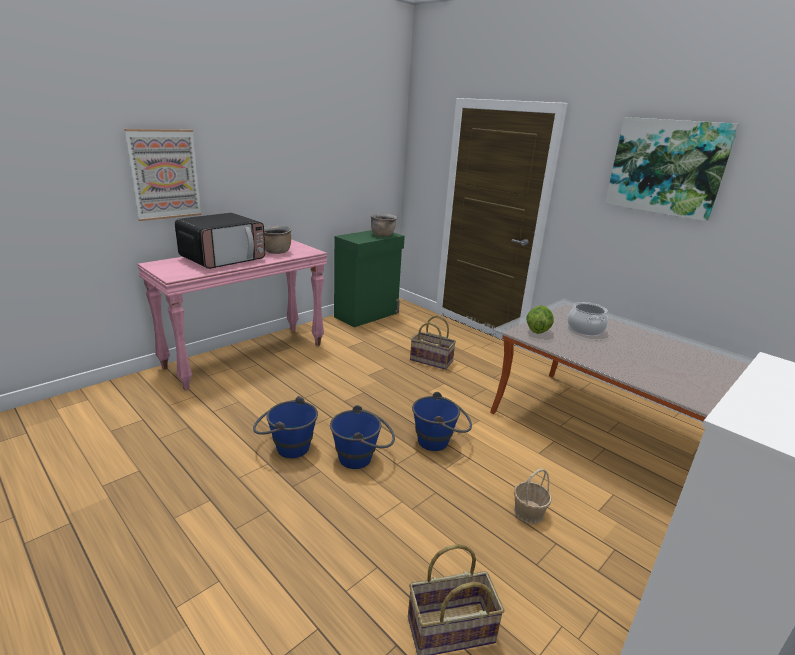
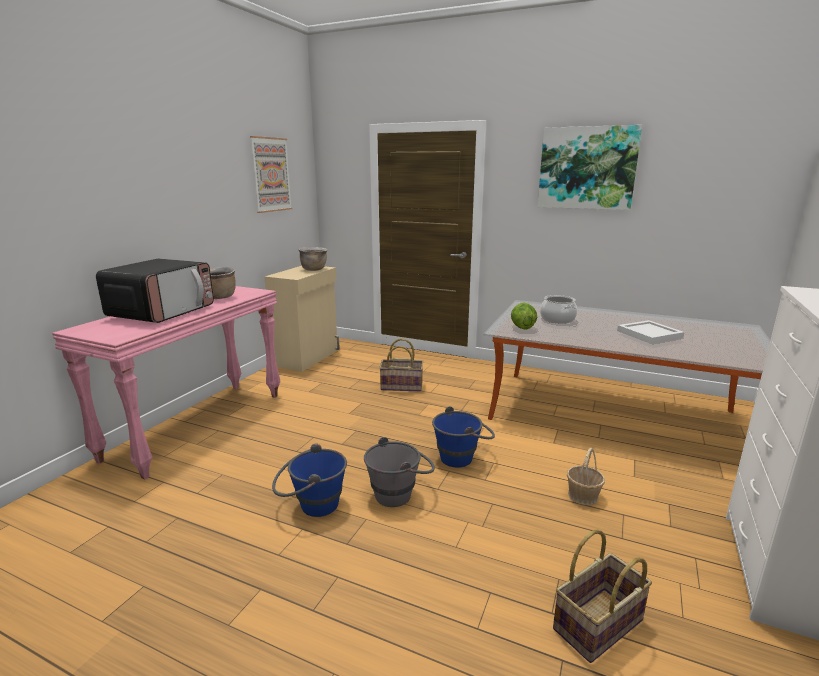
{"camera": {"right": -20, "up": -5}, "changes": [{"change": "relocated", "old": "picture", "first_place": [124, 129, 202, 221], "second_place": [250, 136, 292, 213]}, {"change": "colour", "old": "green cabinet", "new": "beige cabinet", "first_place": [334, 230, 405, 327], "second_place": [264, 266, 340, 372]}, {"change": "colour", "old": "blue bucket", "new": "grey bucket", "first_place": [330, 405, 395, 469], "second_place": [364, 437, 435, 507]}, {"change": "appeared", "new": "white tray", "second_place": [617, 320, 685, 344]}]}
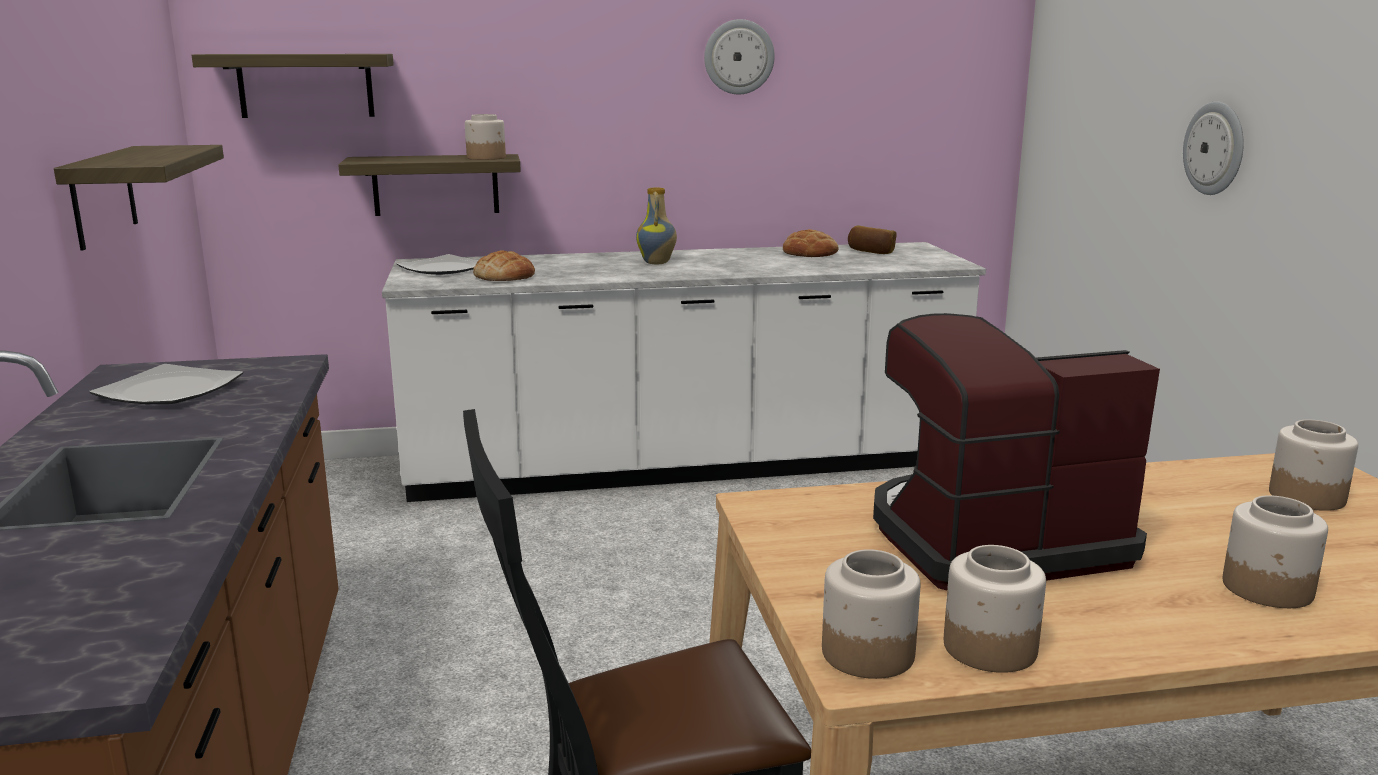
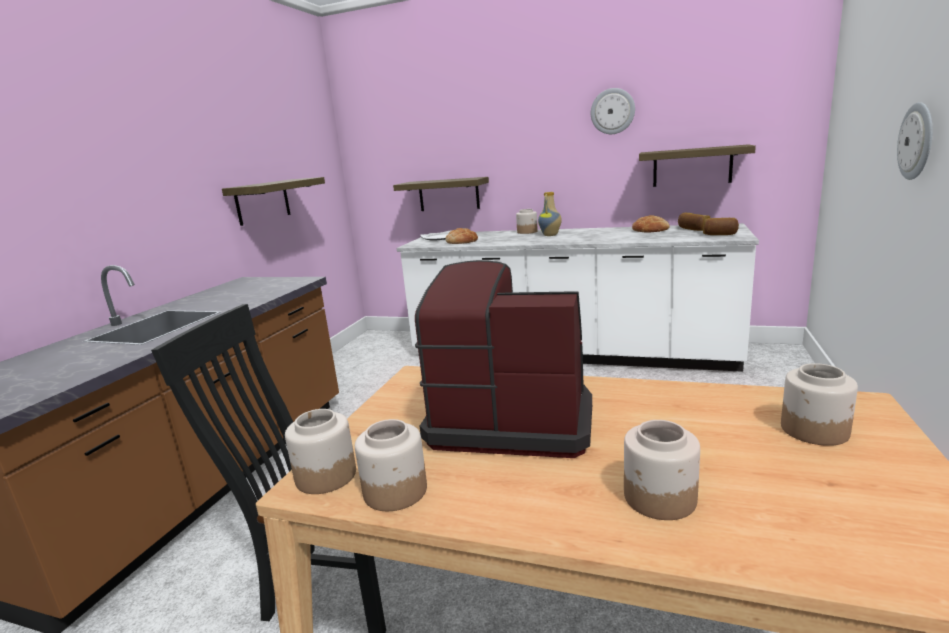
{"camera": {"right": 30, "up": 0}, "changes": [{"change": "relocated", "old": "jar", "first_place": [465, 114, 506, 160], "second_place": [516, 209, 538, 234]}, {"change": "relocated", "old": "shelf", "first_place": [192, 54, 394, 118], "second_place": [639, 144, 756, 187]}, {"change": "appeared", "new": "bread", "second_place": [703, 218, 739, 235]}, {"change": "missing", "old": "plate", "first_place": [90, 364, 243, 404]}]}
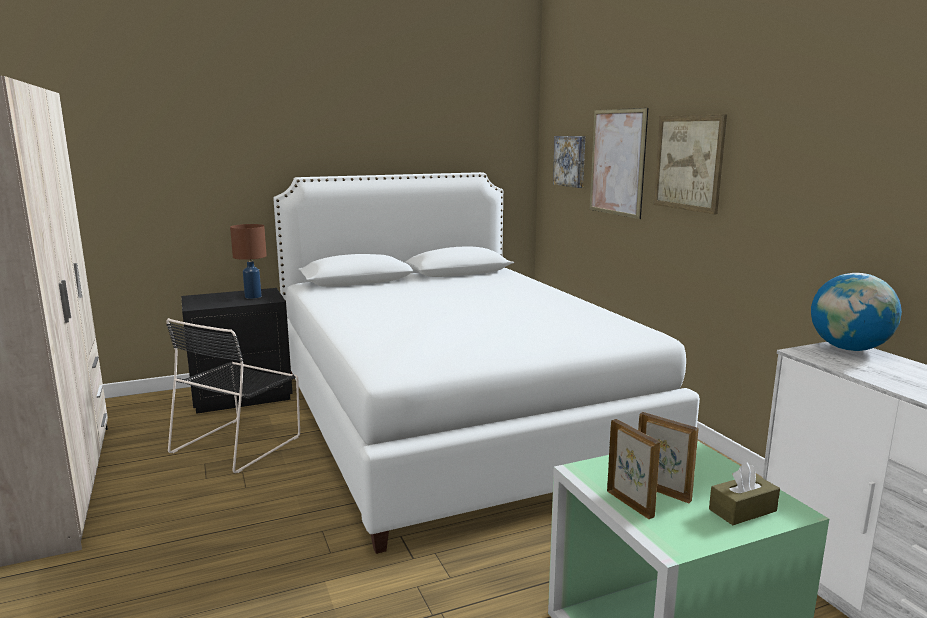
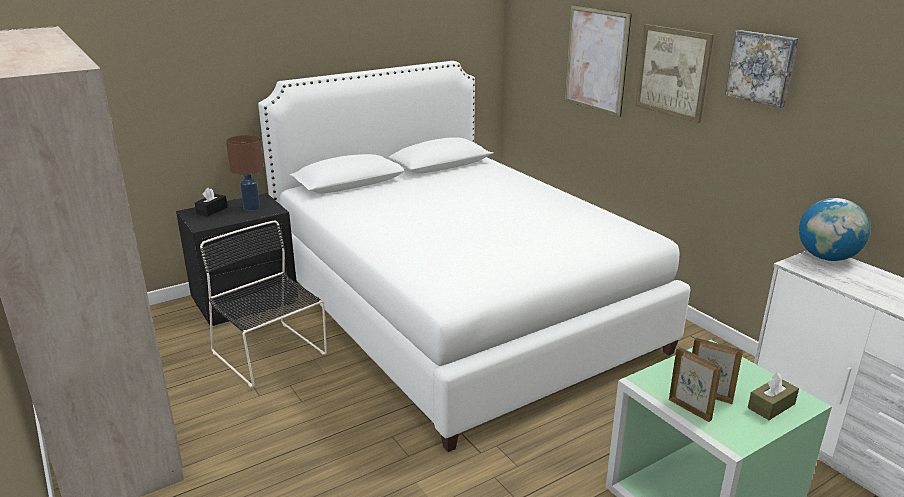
{"camera": {"right": -10, "up": 10}, "changes": [{"change": "appeared", "new": "black tissue box", "second_place": [195, 188, 227, 217]}, {"change": "spun", "old": "black chair", "first_place": [166, 318, 300, 473], "second_place": [200, 220, 327, 387], "degrees": 120}, {"change": "relocated", "old": "picture", "first_place": [553, 136, 585, 188], "second_place": [725, 30, 799, 108]}]}
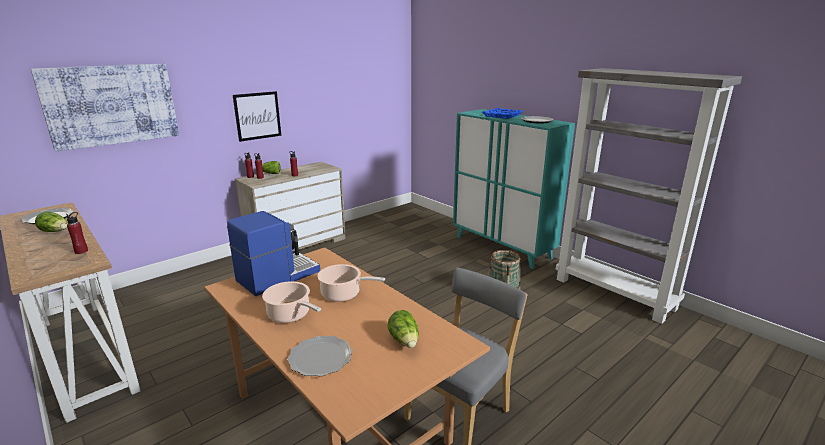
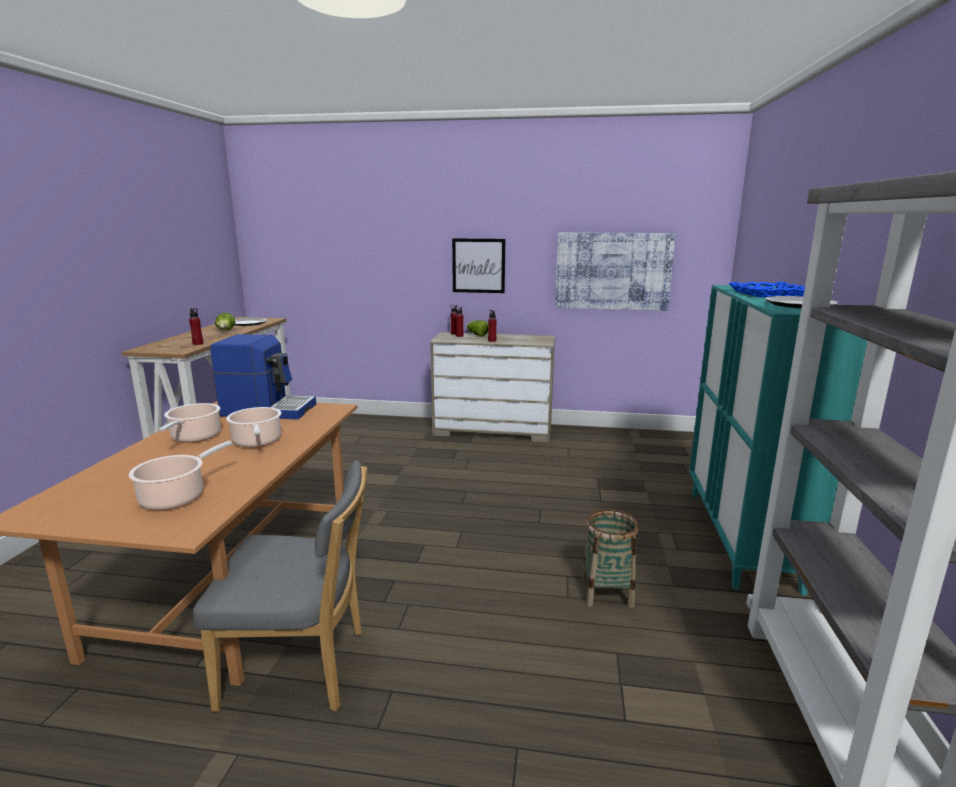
{"camera": {"right": 50, "up": -5}, "changes": [{"change": "exchanged", "old": "lettuce", "new": "cooking pot", "first_place": [388, 310, 419, 348], "second_place": [129, 441, 233, 510]}, {"change": "relocated", "old": "picture", "first_place": [31, 64, 179, 151], "second_place": [555, 232, 676, 311]}, {"change": "missing", "old": "plate", "first_place": [287, 336, 353, 376]}]}
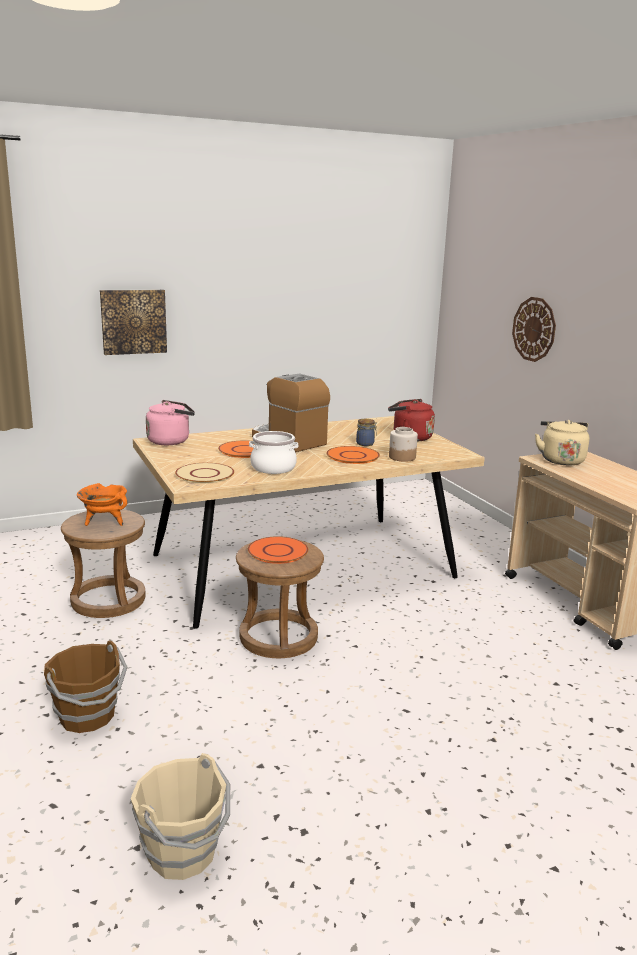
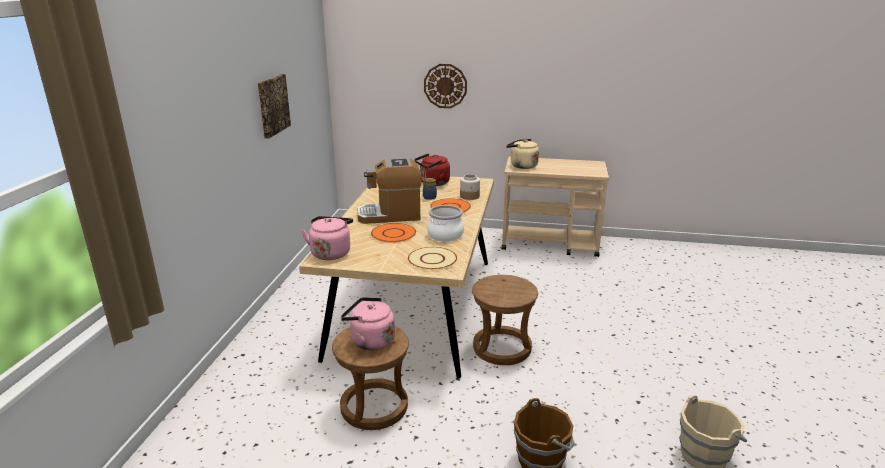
{"camera": {"right": -55, "up": 5}, "changes": [{"change": "relocated", "old": "picture", "first_place": [100, 290, 167, 355], "second_place": [257, 74, 291, 139]}, {"change": "exchanged", "old": "orange cooking pot", "new": "pink kettle", "first_place": [77, 483, 127, 526], "second_place": [341, 297, 395, 350]}, {"change": "missing", "old": "orange plate", "first_place": [248, 536, 308, 564]}]}
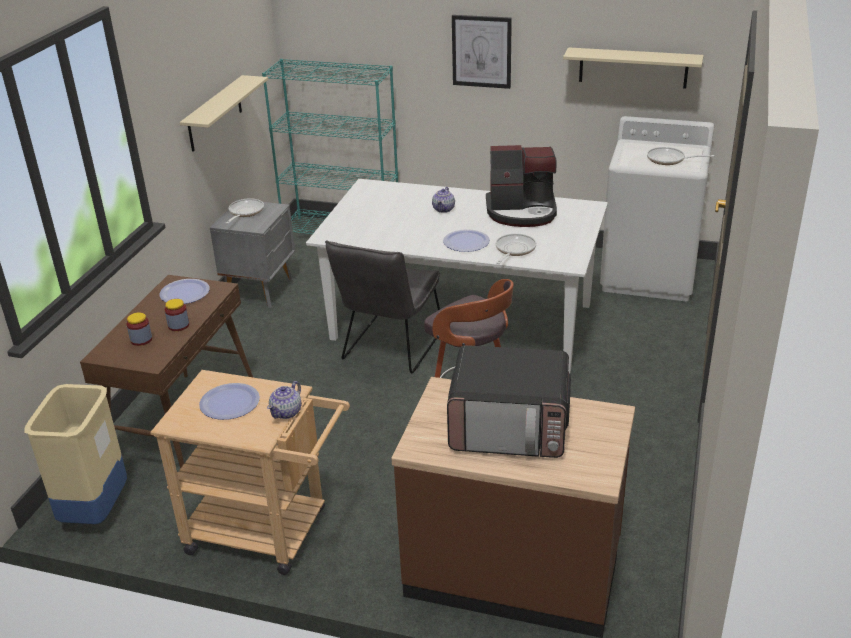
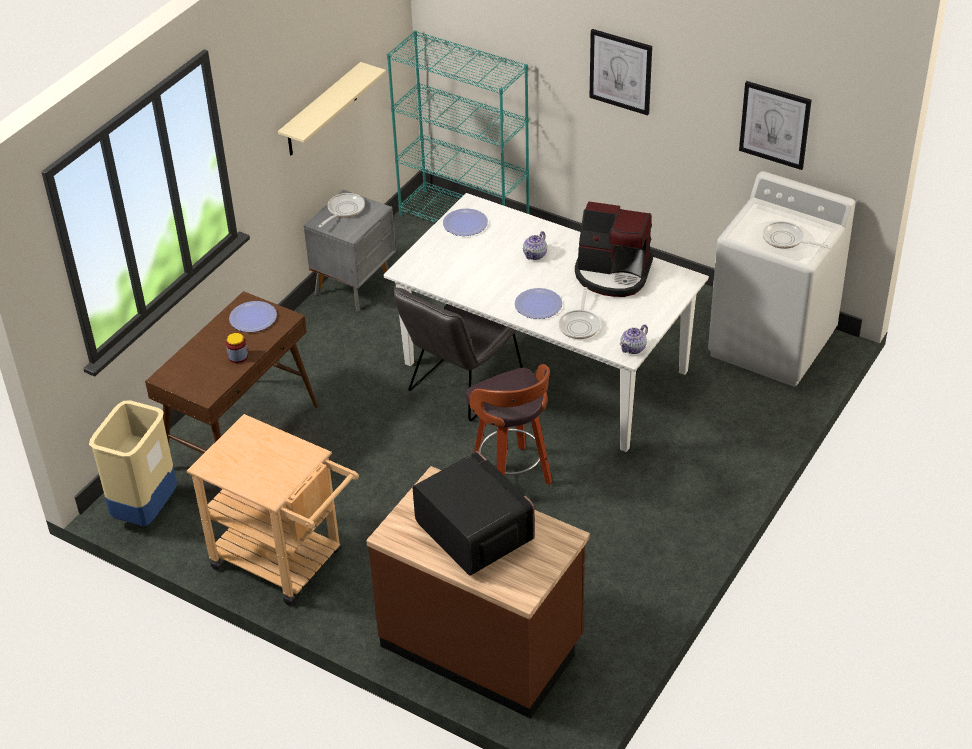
{"camera": {"right": 15, "up": 10}, "changes": [{"change": "spun", "old": "microwave", "first_place": [447, 345, 571, 458], "second_place": [413, 451, 535, 576], "degrees": -150}, {"change": "relocated", "old": "plate", "first_place": [199, 383, 260, 420], "second_place": [443, 209, 488, 236]}, {"change": "spun", "old": "frying pan", "first_place": [496, 234, 536, 264], "second_place": [559, 287, 600, 339], "degrees": 150}, {"change": "relocated", "old": "teapot", "first_place": [267, 381, 302, 419], "second_place": [620, 324, 648, 354]}, {"change": "exchanged", "old": "beige shelf", "new": "picture", "first_place": [563, 47, 704, 89], "second_place": [739, 81, 812, 170]}, {"change": "missing", "old": "jar", "first_place": [126, 313, 152, 346]}]}
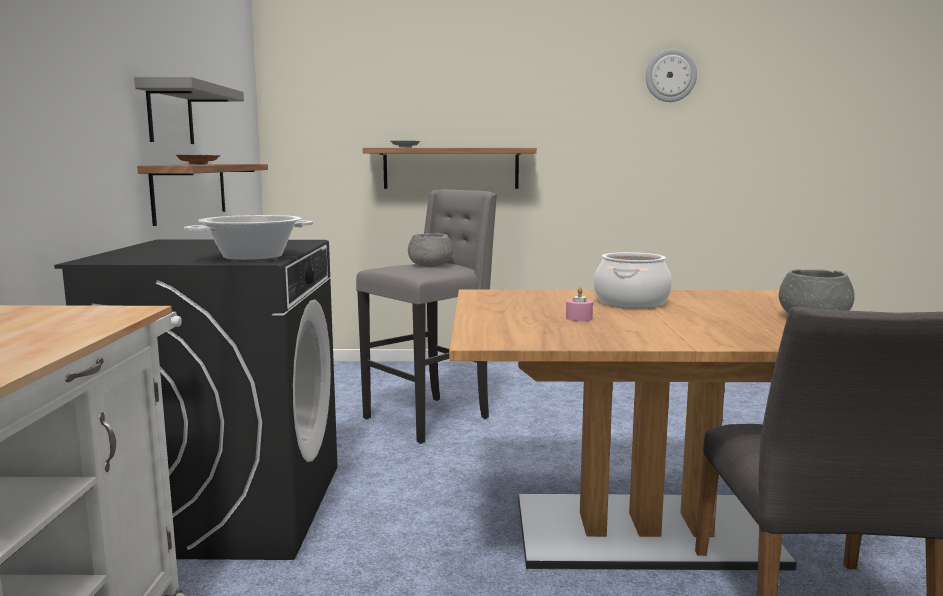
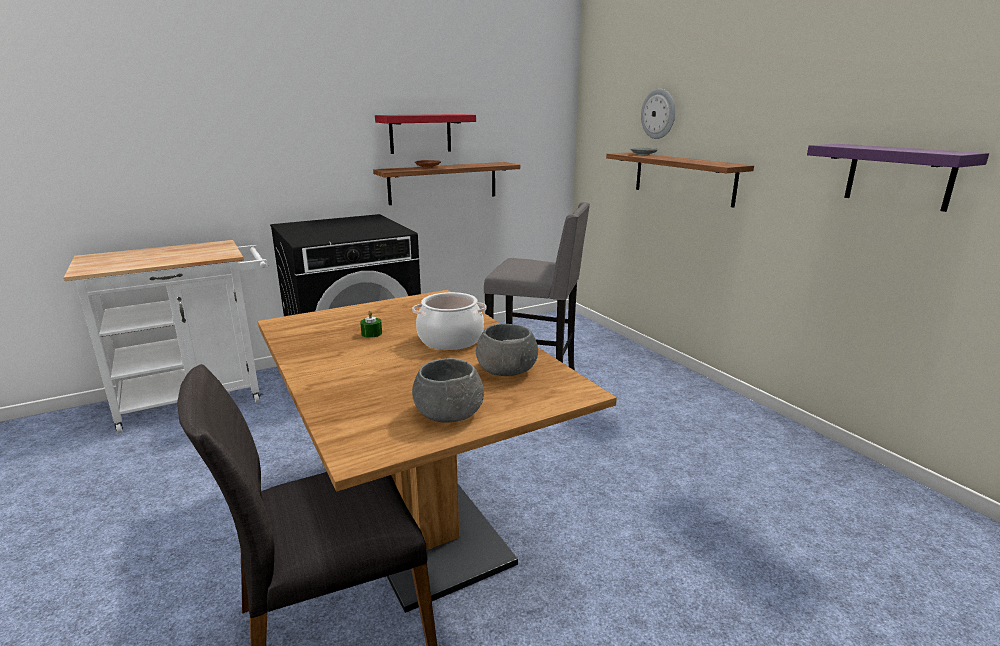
{"camera": {"right": 60, "up": 10}, "changes": [{"change": "colour", "old": "pink candle", "new": "green candle", "first_place": [566, 287, 593, 321], "second_place": [360, 311, 382, 338]}, {"change": "colour", "old": "grey shelf", "new": "red shelf", "first_place": [134, 77, 244, 144], "second_place": [375, 114, 476, 154]}, {"change": "relocated", "old": "grey bowl", "first_place": [408, 233, 453, 267], "second_place": [476, 324, 538, 376]}, {"change": "relocated", "old": "wall clock", "first_place": [646, 49, 697, 102], "second_place": [641, 89, 675, 139]}, {"change": "appeared", "new": "purple shelf", "second_place": [807, 144, 989, 212]}, {"change": "missing", "old": "cooking pot", "first_place": [184, 215, 313, 261]}]}
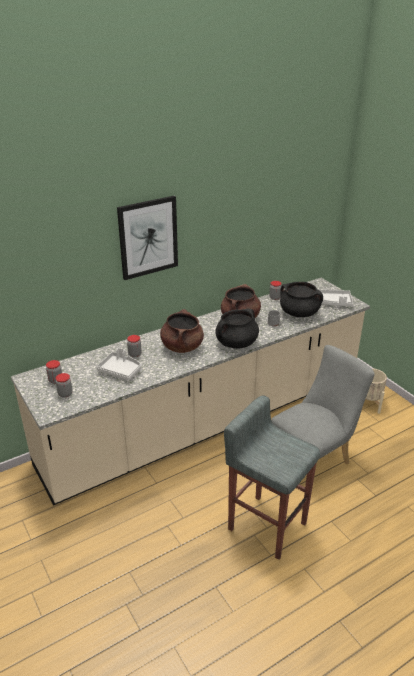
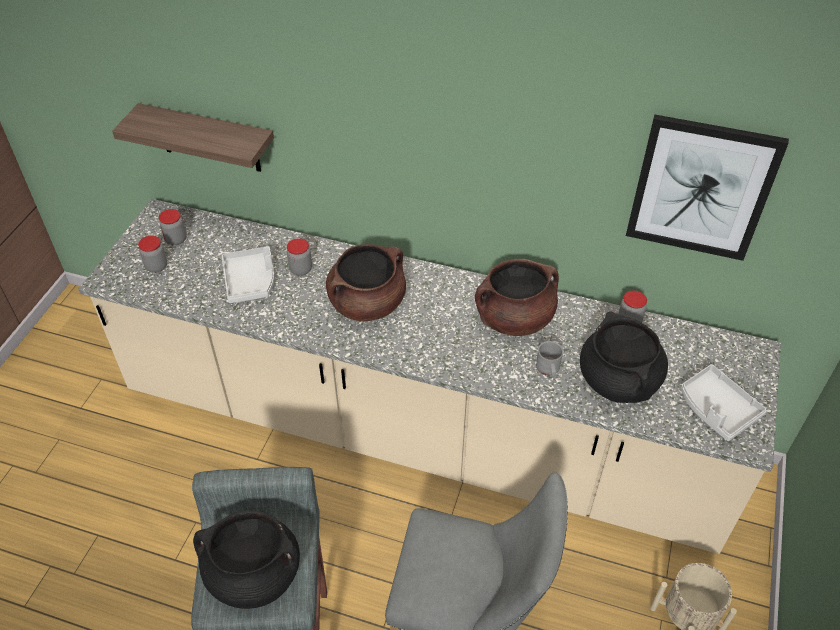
{"camera": {"right": 50, "up": 15}, "changes": [{"change": "appeared", "new": "shelf", "second_place": [112, 103, 274, 172]}, {"change": "relocated", "old": "black cooking pot", "first_place": [215, 309, 259, 348], "second_place": [193, 510, 300, 609]}, {"change": "relocated", "old": "picture", "first_place": [117, 196, 178, 280], "second_place": [626, 114, 789, 261]}]}
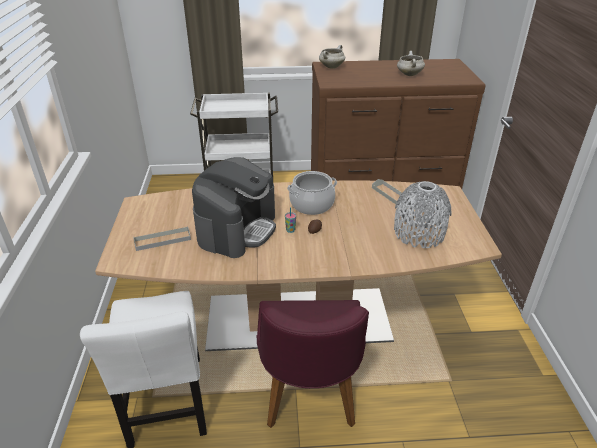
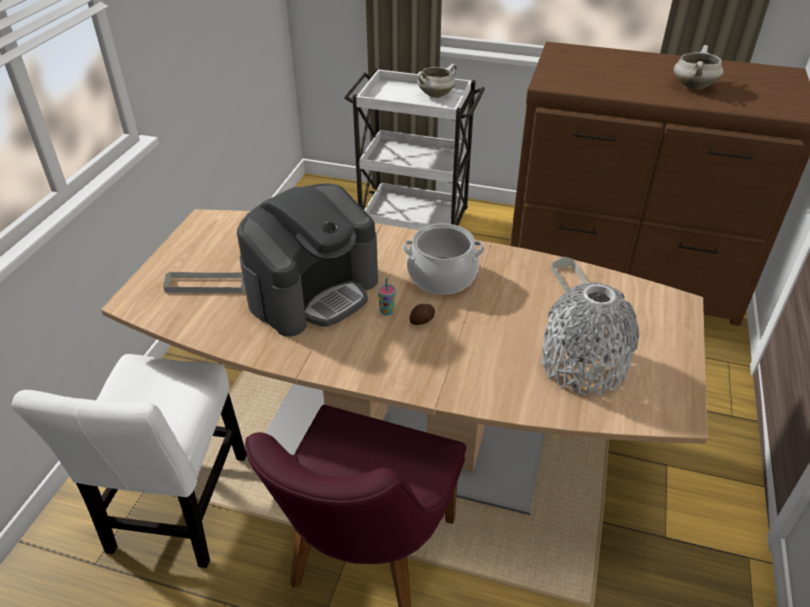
{"camera": {"right": 20, "up": 5}, "changes": [{"change": "relocated", "old": "white cooking pot", "first_place": [319, 45, 345, 69], "second_place": [417, 64, 457, 98]}]}
